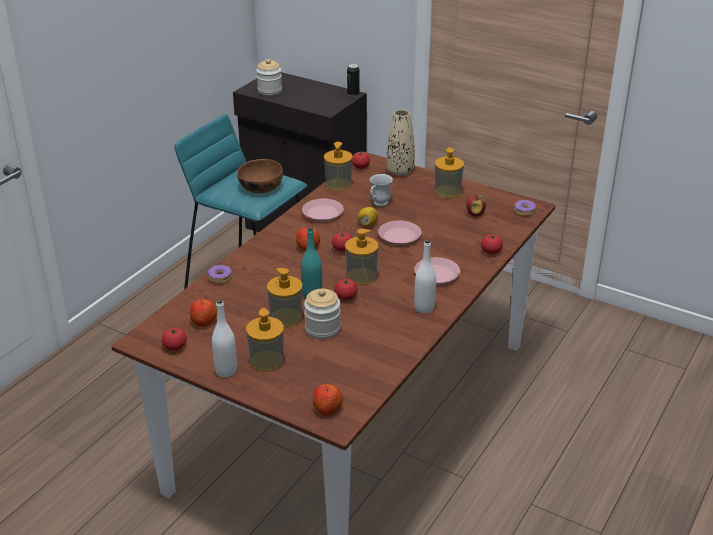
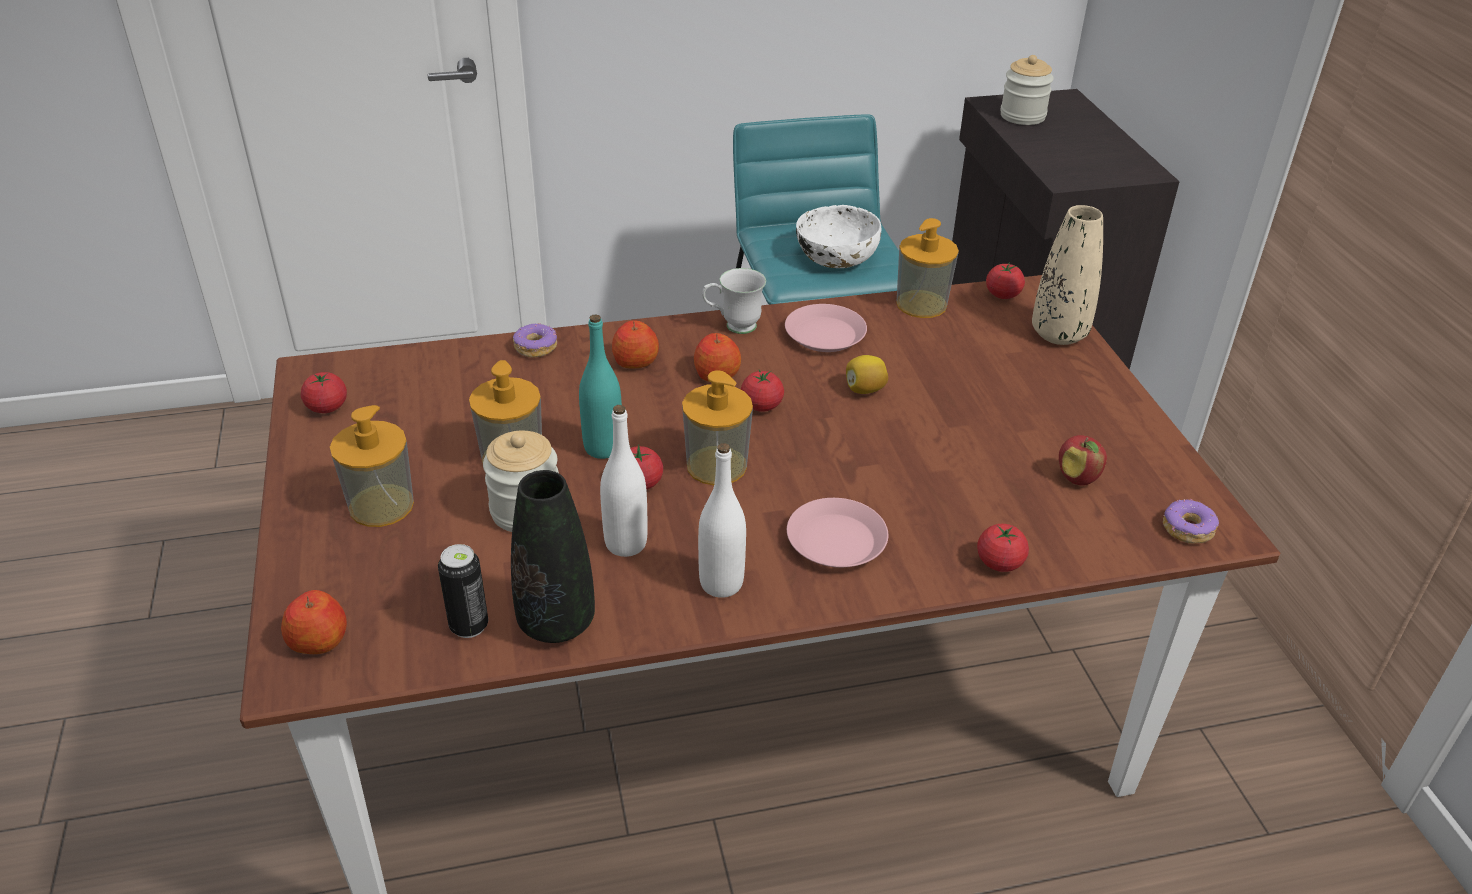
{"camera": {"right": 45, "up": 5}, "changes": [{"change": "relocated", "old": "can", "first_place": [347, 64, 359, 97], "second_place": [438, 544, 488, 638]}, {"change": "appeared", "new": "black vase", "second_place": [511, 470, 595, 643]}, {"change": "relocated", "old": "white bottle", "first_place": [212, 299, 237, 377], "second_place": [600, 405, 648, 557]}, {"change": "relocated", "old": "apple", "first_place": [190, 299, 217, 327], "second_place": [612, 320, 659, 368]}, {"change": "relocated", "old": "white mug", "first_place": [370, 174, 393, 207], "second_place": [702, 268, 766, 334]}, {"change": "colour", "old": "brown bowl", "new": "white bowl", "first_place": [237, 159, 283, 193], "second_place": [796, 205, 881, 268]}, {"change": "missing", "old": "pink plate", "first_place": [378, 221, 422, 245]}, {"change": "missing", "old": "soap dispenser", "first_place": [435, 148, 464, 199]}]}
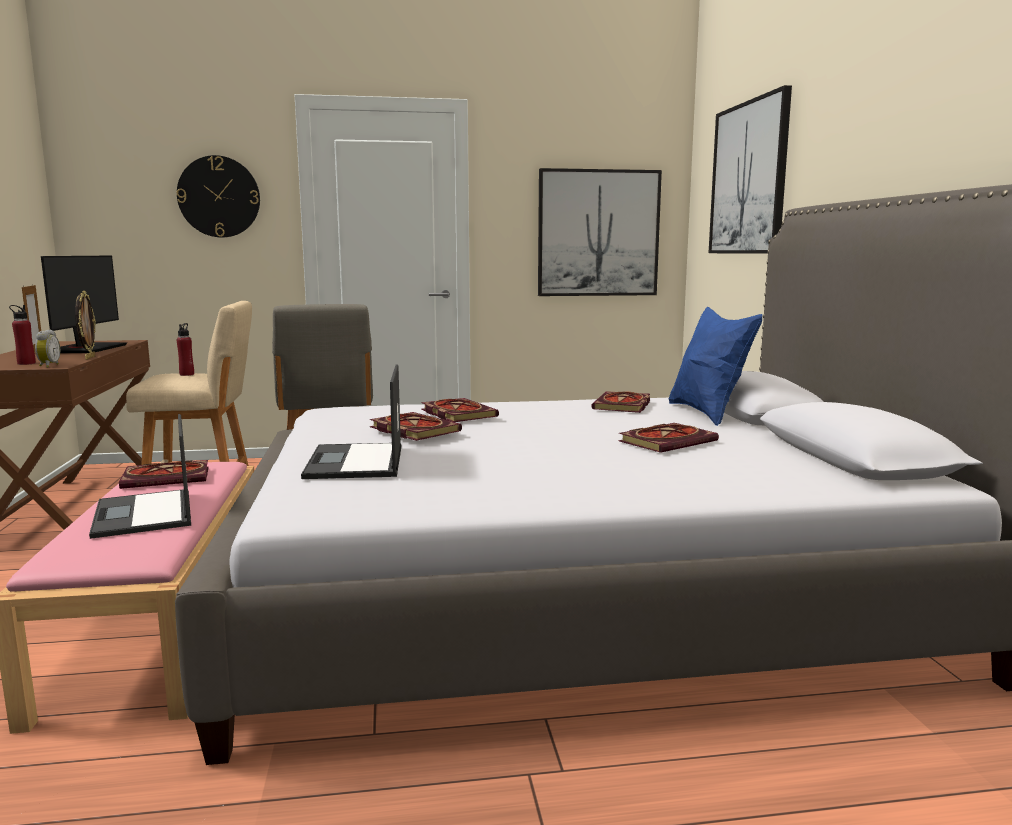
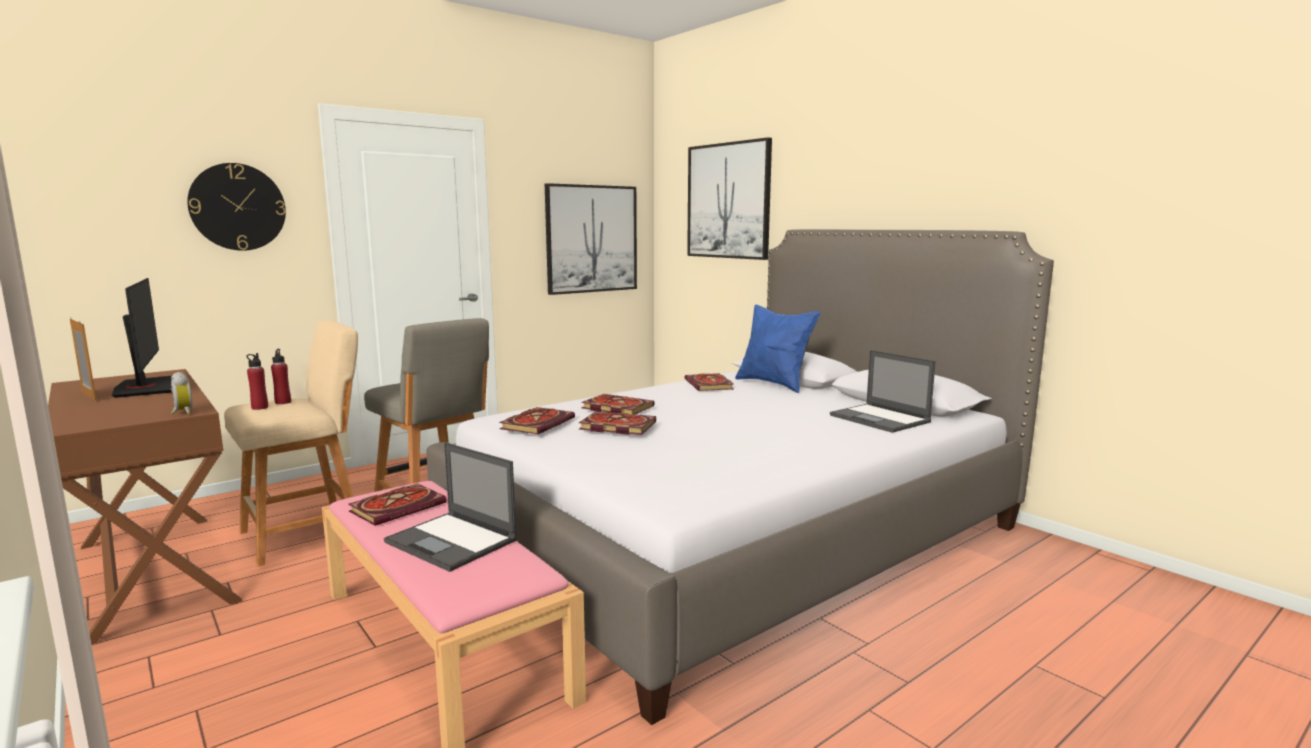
{"camera": {"right": -30, "up": 0}, "changes": [{"change": "relocated", "old": "red bottle", "first_place": [9, 305, 36, 365], "second_place": [247, 353, 268, 410]}, {"change": "relocated", "old": "book", "first_place": [619, 423, 719, 453], "second_place": [499, 407, 575, 434]}, {"change": "relocated", "old": "laptop", "first_place": [301, 364, 401, 479], "second_place": [830, 350, 936, 433]}, {"change": "missing", "old": "picture frame", "first_place": [75, 291, 96, 360]}]}
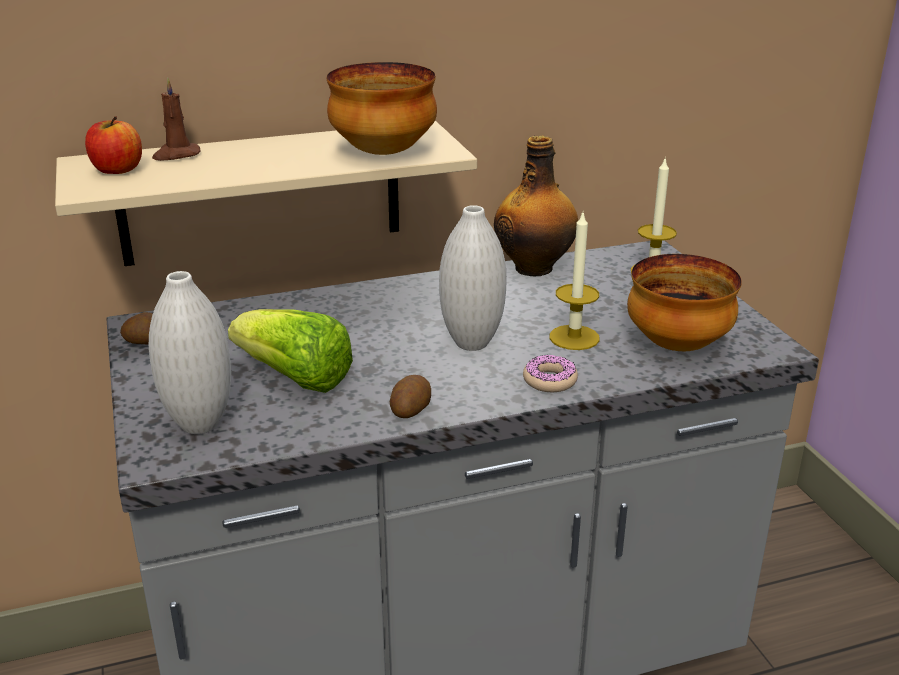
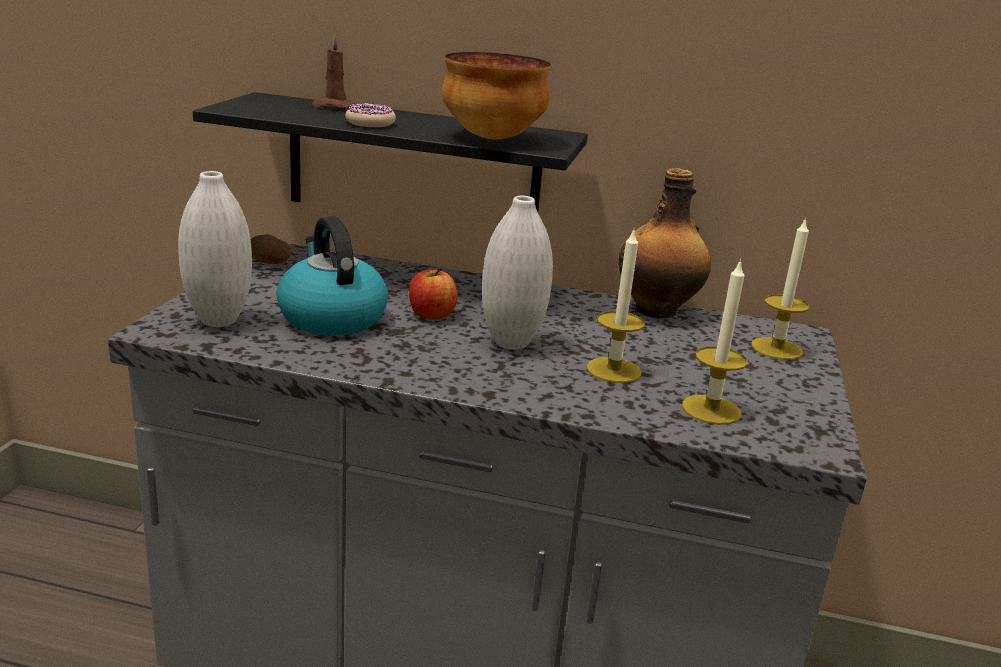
{"camera": {"right": 30, "up": -5}, "changes": [{"change": "colour", "old": "beige shelf", "new": "black shelf", "first_place": [55, 121, 477, 266], "second_place": [193, 92, 588, 212]}, {"change": "exchanged", "old": "lettuce", "new": "kettle", "first_place": [228, 309, 353, 393], "second_place": [276, 216, 388, 336]}, {"change": "relocated", "old": "donut", "first_place": [523, 355, 578, 392], "second_place": [345, 102, 396, 127]}, {"change": "relocated", "old": "apple", "first_place": [85, 116, 142, 174], "second_place": [409, 268, 458, 320]}, {"change": "exchanged", "old": "bowl", "new": "candle", "first_place": [627, 254, 741, 351], "second_place": [682, 259, 748, 425]}, {"change": "missing", "old": "potato", "first_place": [390, 375, 431, 418]}]}
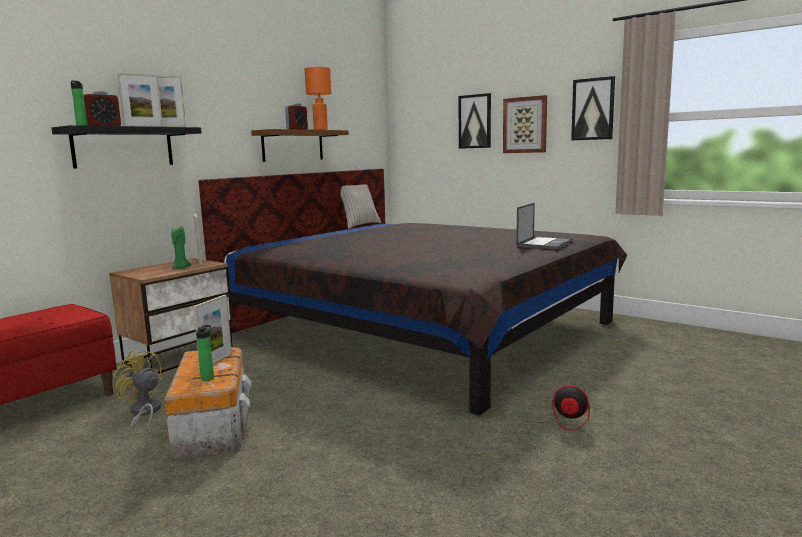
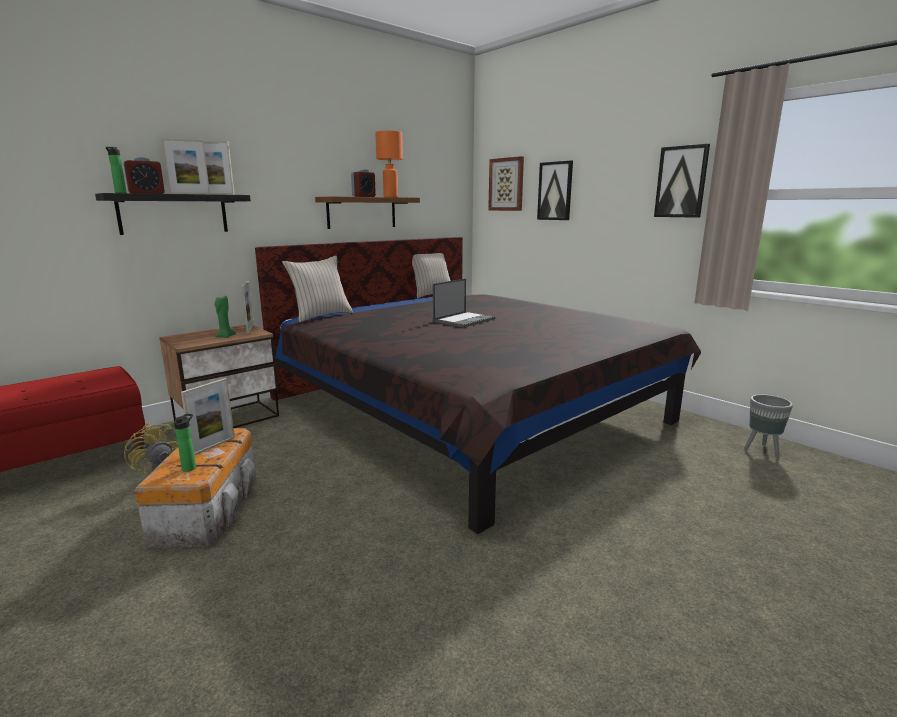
{"camera": {"right": 10, "up": 5}, "changes": [{"change": "appeared", "new": "beige pillow", "second_place": [282, 256, 353, 322]}, {"change": "relocated", "old": "laptop", "first_place": [516, 203, 572, 249], "second_place": [433, 278, 496, 328]}, {"change": "relocated", "old": "picture", "first_place": [503, 95, 547, 153], "second_place": [488, 156, 524, 211]}, {"change": "appeared", "new": "grey planter", "second_place": [744, 395, 793, 458]}, {"change": "missing", "old": "fan", "first_place": [515, 385, 590, 460]}]}
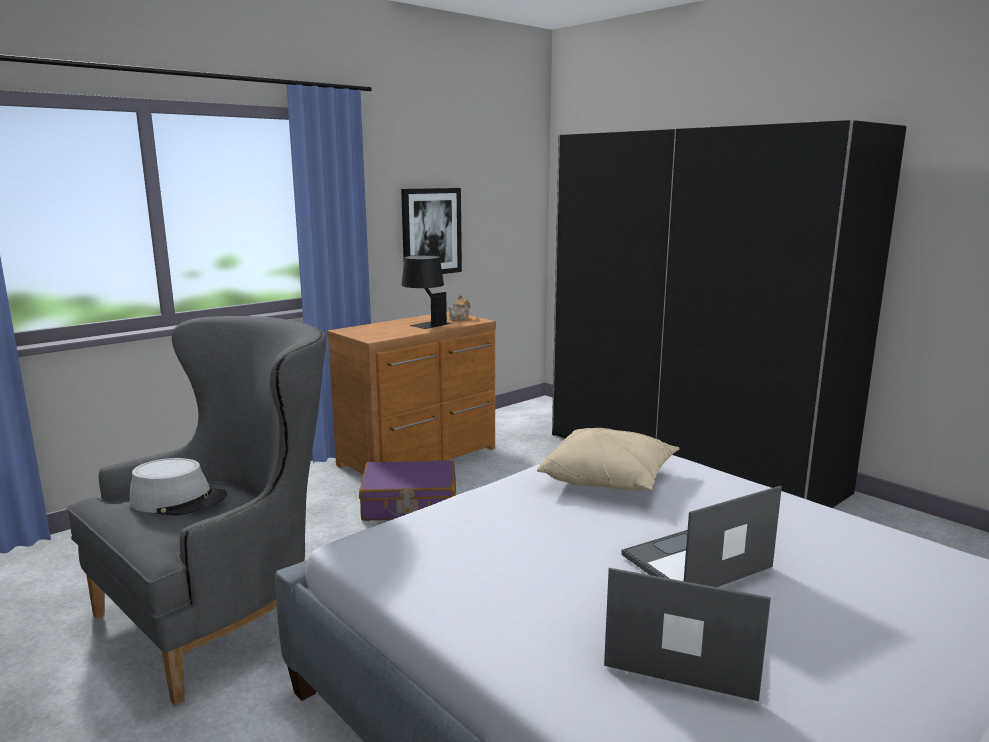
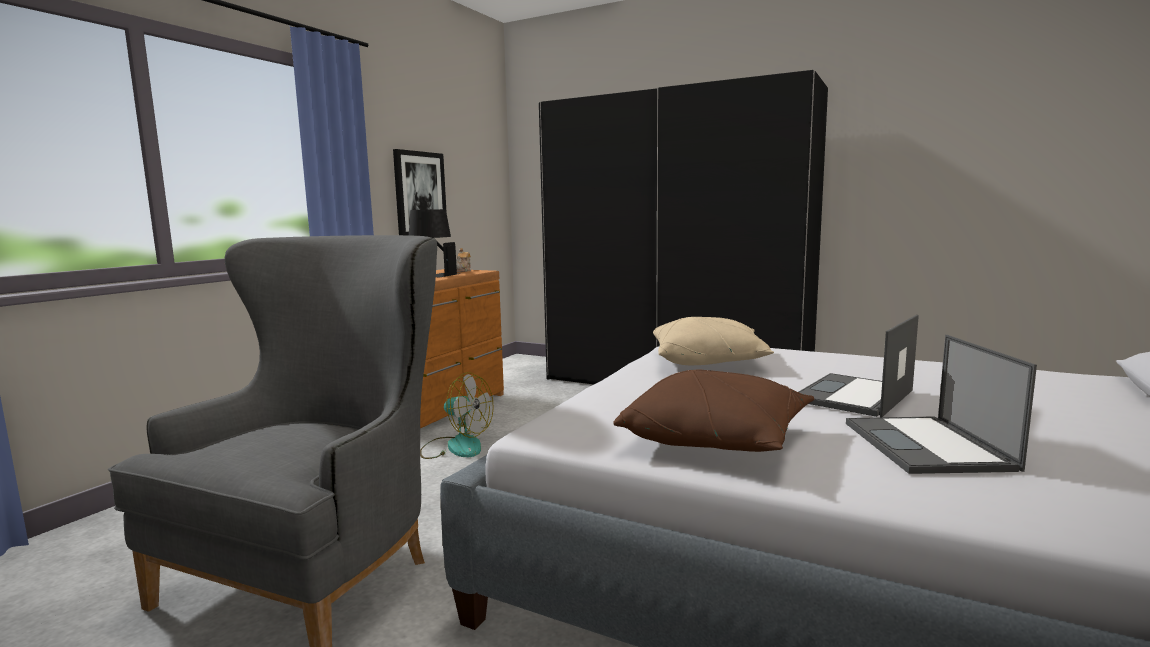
{"camera": {"right": -20, "up": -5}, "changes": [{"change": "exchanged", "old": "purple suitcase", "new": "fan", "first_place": [359, 460, 456, 521], "second_place": [420, 372, 494, 459]}, {"change": "appeared", "new": "brown pillow", "second_place": [613, 370, 814, 452]}, {"change": "spun", "old": "laptop", "first_place": [604, 568, 771, 701], "second_place": [846, 335, 1037, 474], "degrees": -90}, {"change": "missing", "old": "grey hat", "first_place": [129, 458, 227, 515]}]}
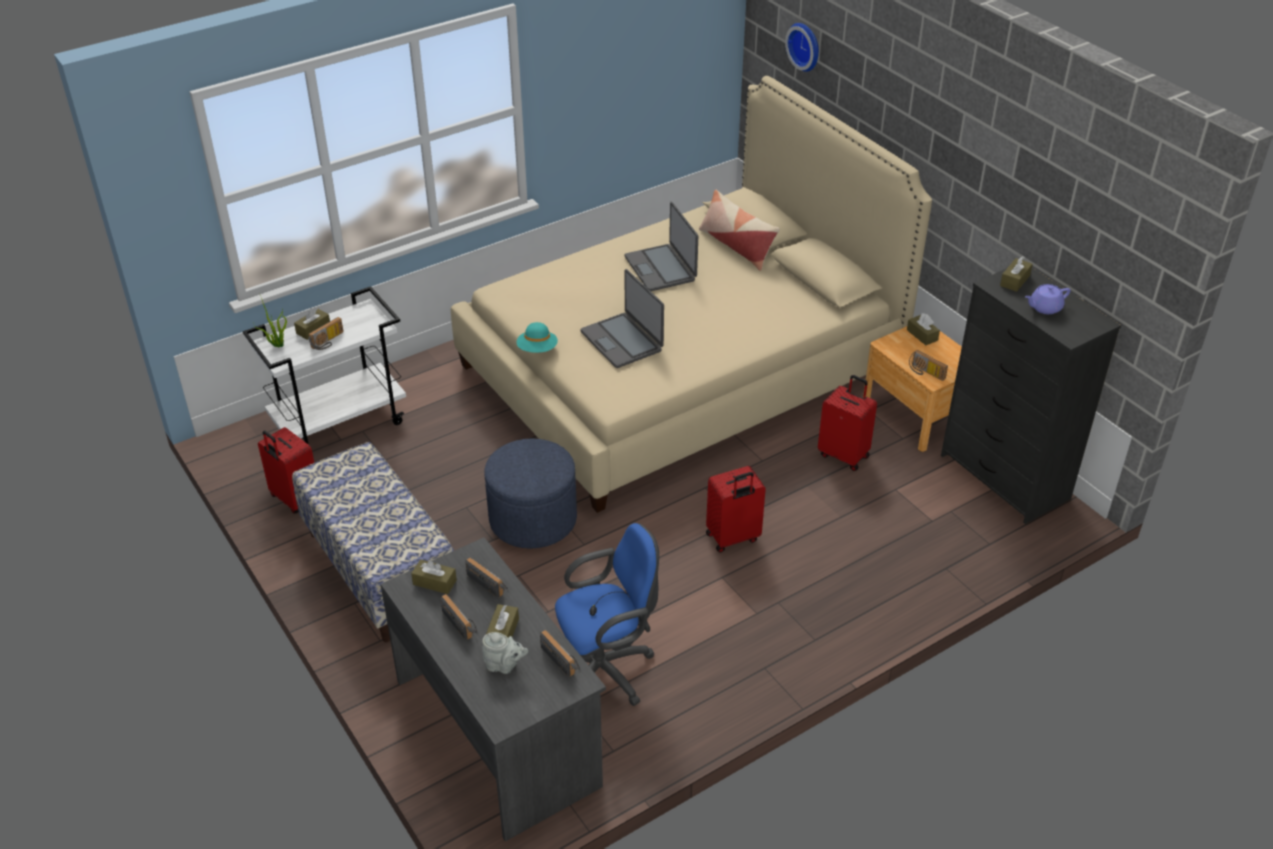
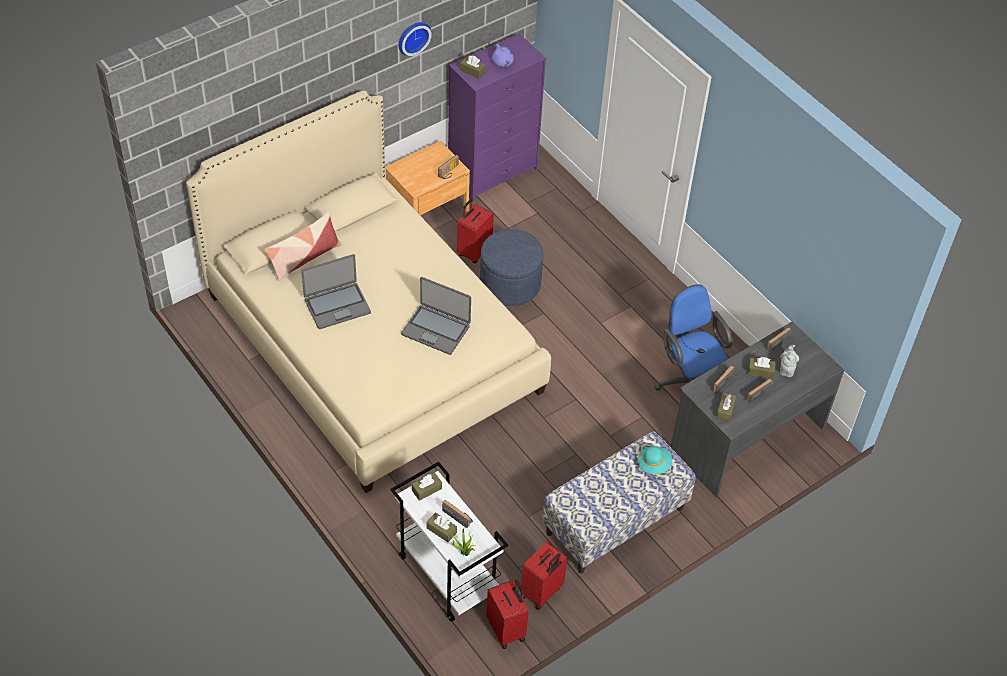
{"camera": {"right": -95, "up": 10}, "changes": [{"change": "relocated", "old": "wall clock", "first_place": [785, 23, 819, 72], "second_place": [399, 22, 432, 56]}, {"change": "spun", "old": "laptop", "first_place": [581, 269, 664, 368], "second_place": [401, 277, 471, 355], "degrees": 60}, {"change": "relocated", "old": "brown tissue box", "first_place": [907, 313, 940, 345], "second_place": [412, 473, 442, 501]}, {"change": "colour", "old": "black dresser", "new": "purple dresser", "first_place": [941, 268, 1121, 524], "second_place": [448, 33, 546, 202]}, {"change": "relocated", "old": "blue ottoman", "first_place": [485, 438, 577, 549], "second_place": [480, 229, 544, 306]}, {"change": "relocated", "old": "red suitcase", "first_place": [706, 466, 766, 553], "second_place": [486, 580, 529, 649]}, {"change": "relocated", "old": "turquoise hat", "first_place": [516, 322, 558, 353], "second_place": [637, 446, 672, 474]}]}
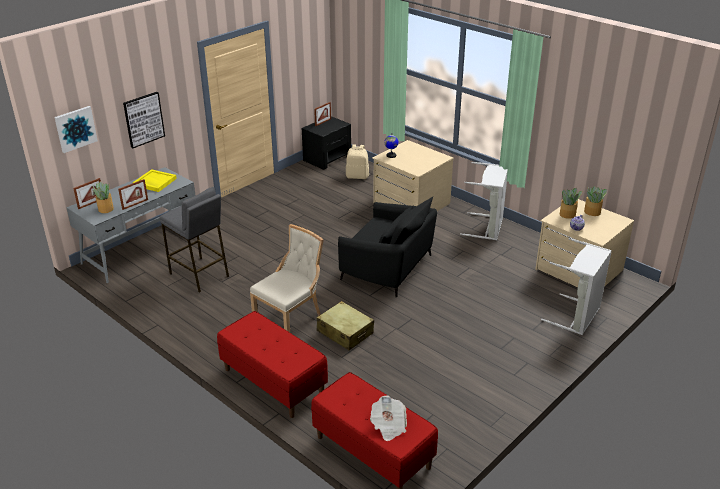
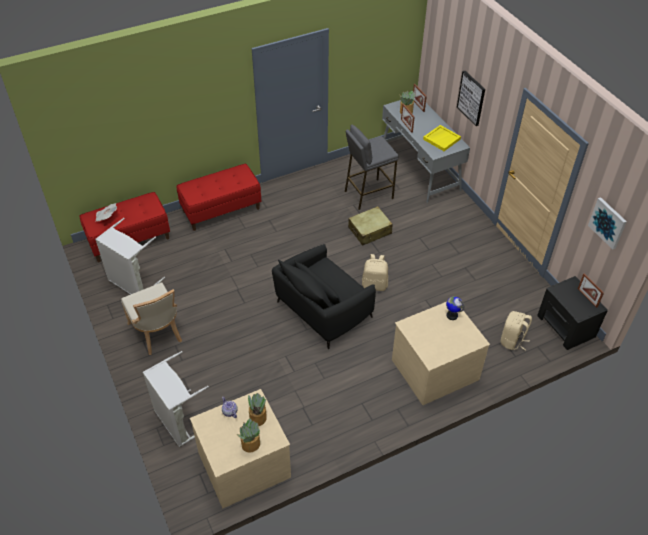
{"camera": {"right": 110, "up": 15}, "changes": [{"change": "relocated", "old": "grey laundry basket", "first_place": [460, 162, 508, 240], "second_place": [95, 218, 165, 295]}, {"change": "relocated", "old": "beige chair", "first_place": [250, 224, 324, 332], "second_place": [121, 282, 182, 355]}, {"change": "relocated", "old": "beige suitcase", "first_place": [317, 301, 374, 350], "second_place": [348, 206, 393, 246]}, {"change": "appeared", "new": "beige backpack", "second_place": [362, 254, 388, 291]}, {"change": "relocated", "old": "picture", "first_place": [54, 106, 98, 153], "second_place": [588, 197, 627, 250]}]}
